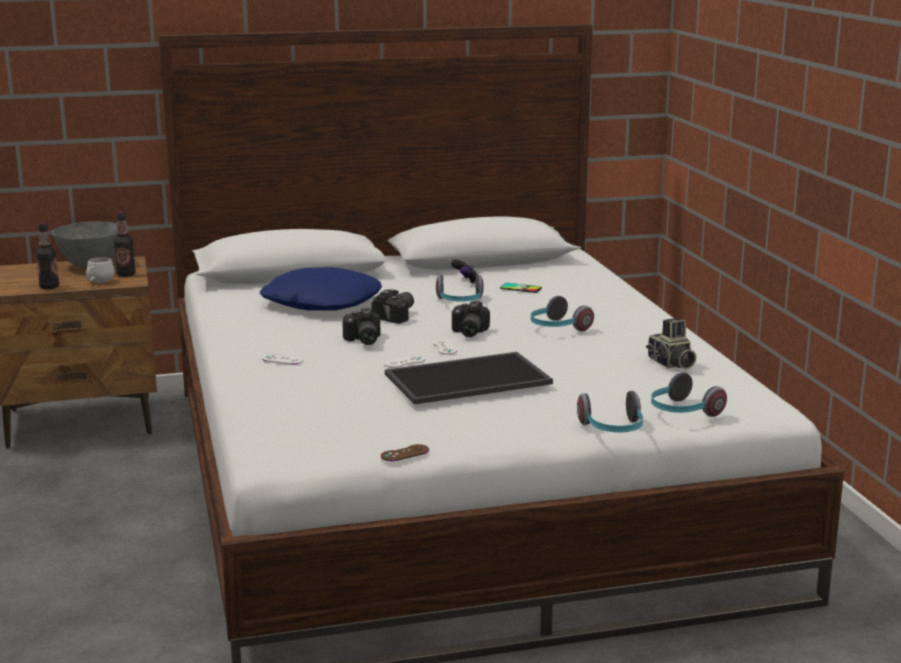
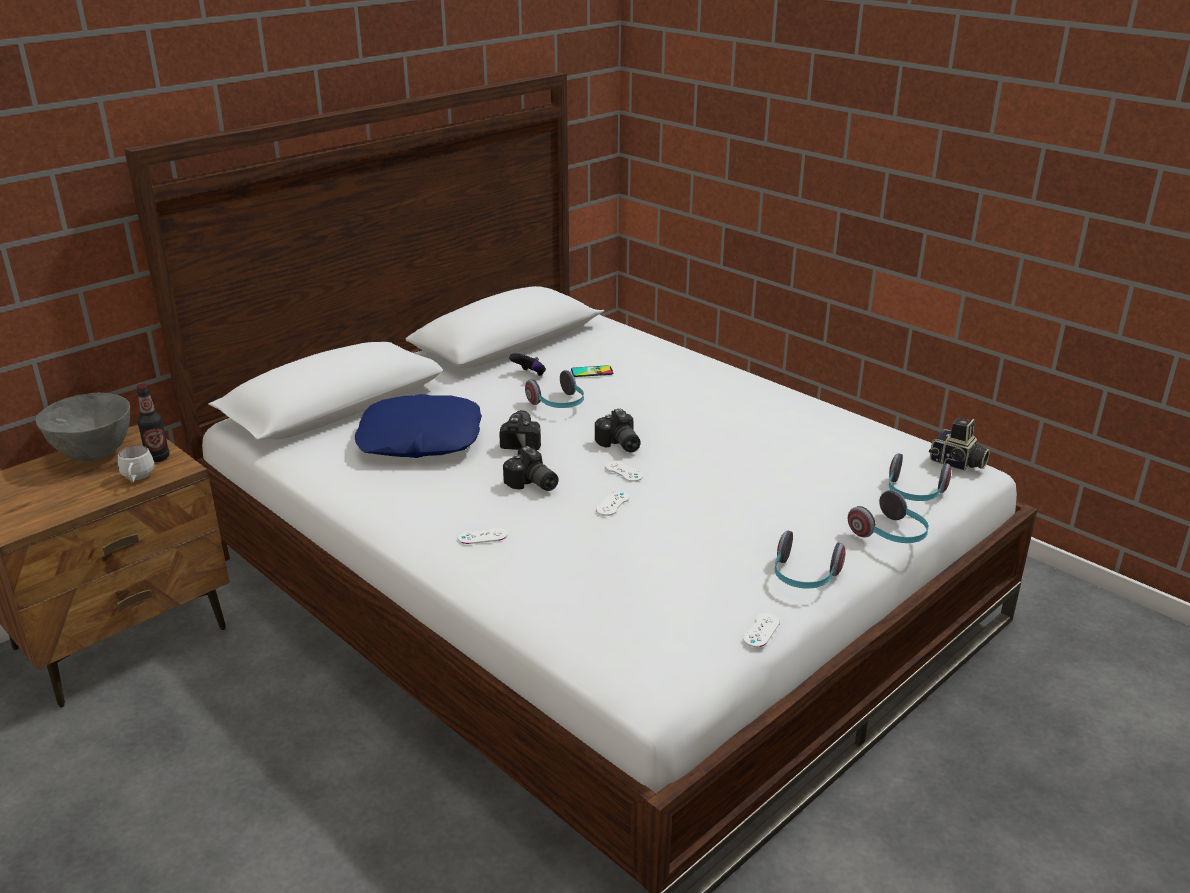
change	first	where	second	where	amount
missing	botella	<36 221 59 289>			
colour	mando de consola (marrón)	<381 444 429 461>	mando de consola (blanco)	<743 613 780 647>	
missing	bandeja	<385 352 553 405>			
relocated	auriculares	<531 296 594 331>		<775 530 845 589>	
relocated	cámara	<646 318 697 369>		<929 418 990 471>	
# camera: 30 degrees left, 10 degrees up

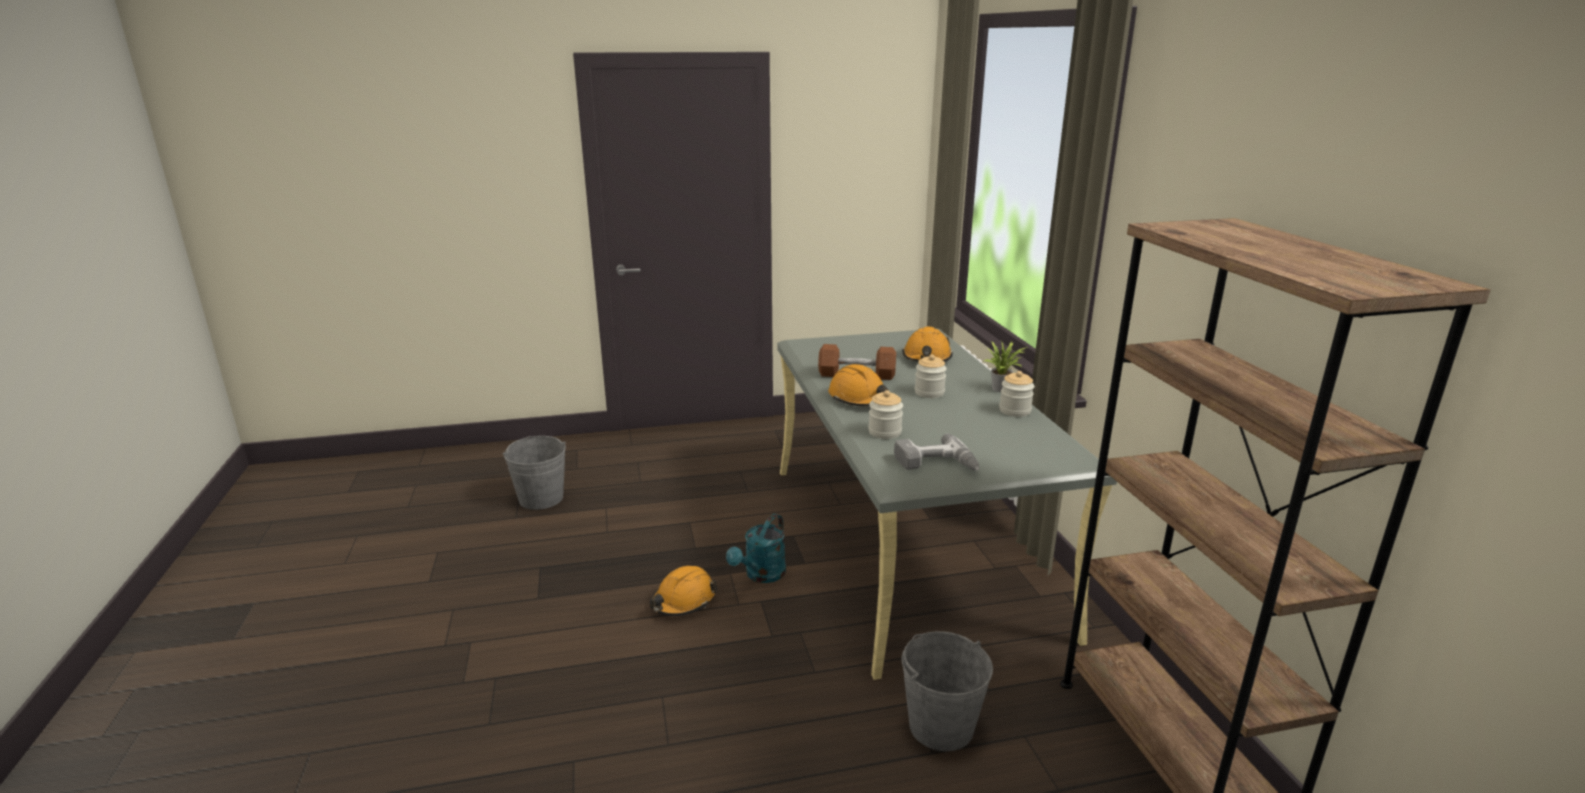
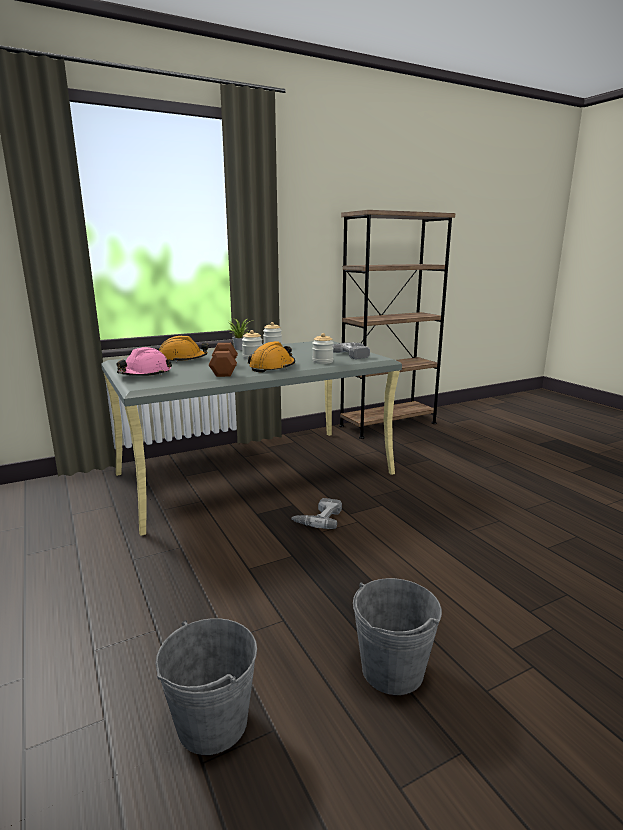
change	first	where	second	where	amount
missing	casco (naranja)	<650 566 717 616>			
exchanged	regadera (turquesa)	<726 514 786 583>	taladro	<291 498 342 529>	
relocated	cubo (gris)	<902 631 993 751>		<353 578 442 695>	
appeared			casco (rosa)	<117 347 172 376>	
# camera: 105 degrees left, 5 degrees down

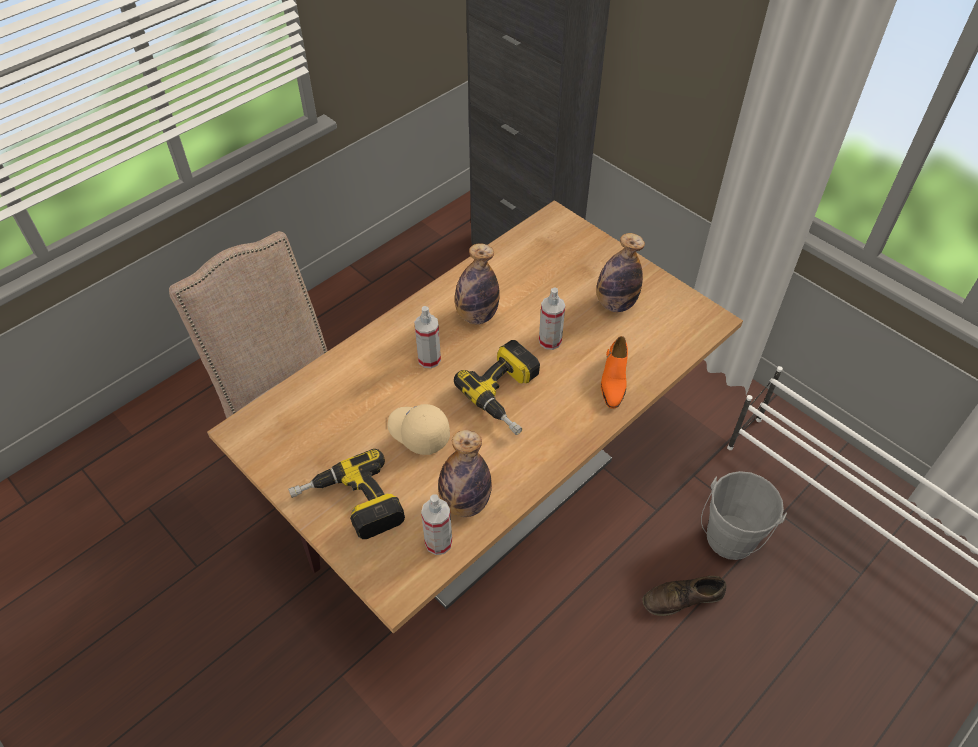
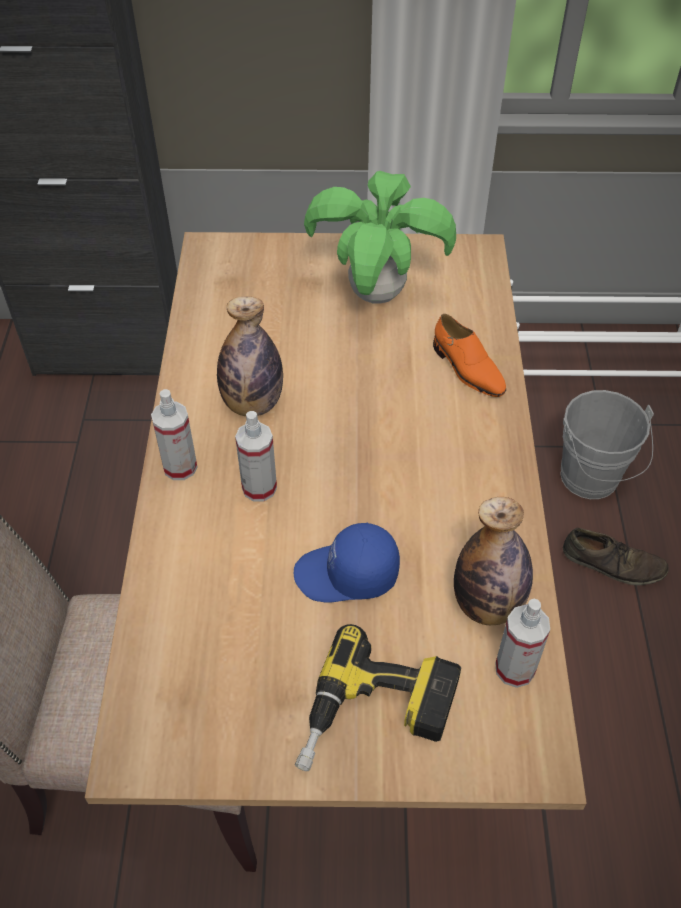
change	first	where	second	where	amount
colour	gorra (beis)	<387 404 450 455>	gorra (azul)	<294 523 400 603>	
missing	taladro	<454 340 540 435>			
relocated	pulverizador	<539 288 565 350>		<151 389 197 480>	
exchanged	botella	<596 233 645 312>	planta en maceta	<304 171 456 303>	
spun	zapato (marrón)	<642 576 726 616>		<563 528 669 585>	105 degrees counterclockwise
# camera: 45 degrees left, 0 degrees up

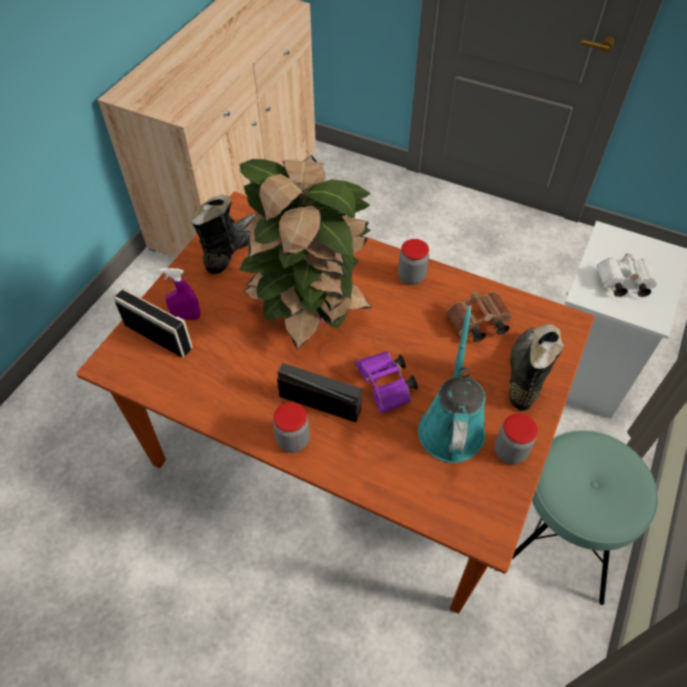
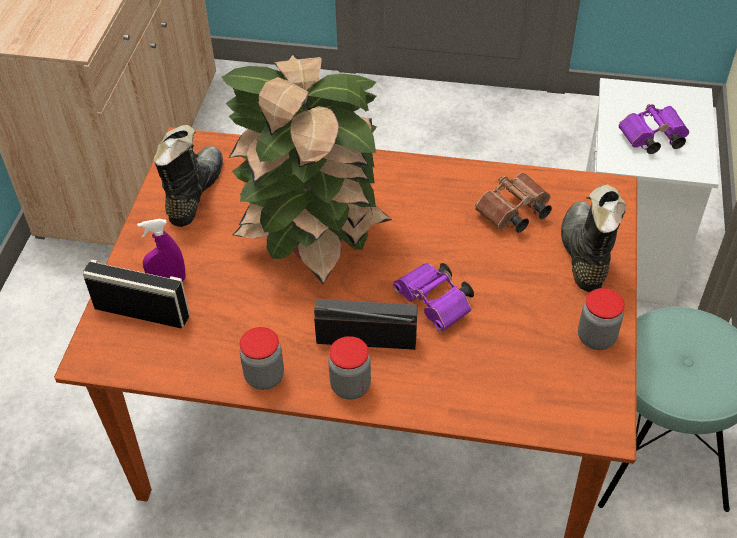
change	first	where	second	where	amount
relocated	tarro	<398 239 429 285>		<240 327 284 390>	
missing	regadera (turquesa)	<418 305 486 463>			
colour	prismáticos (blanco)	<597 254 657 297>	prismáticos (morado)	<619 104 689 154>	
# camera: 15 degrees left, 5 degrees down

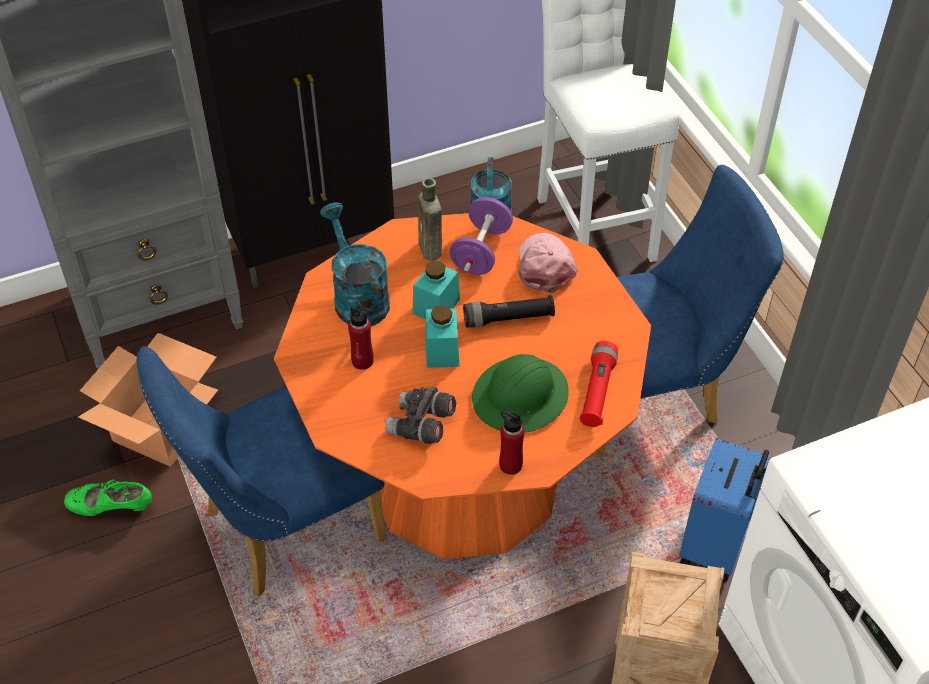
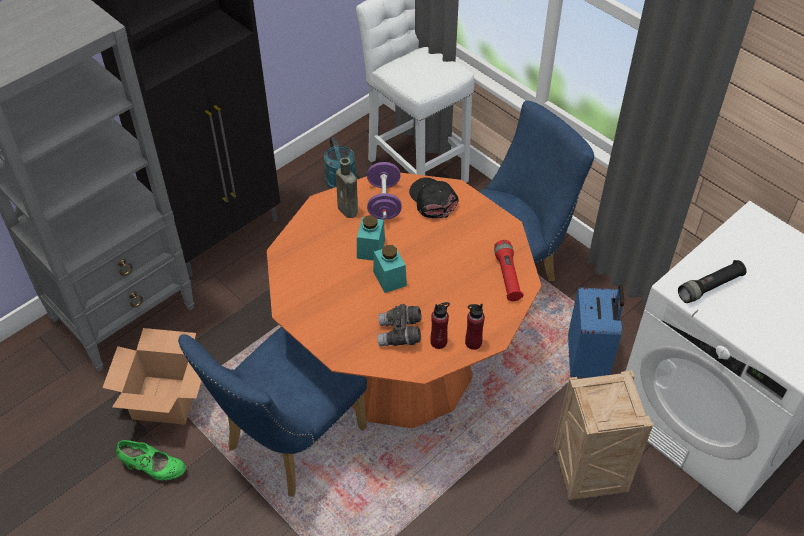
change	first	where	second	where	amount
spun	zapato (verde)	<64 479 152 516>		<116 440 186 480>	150 degrees counterclockwise
missing	regadera (turquesa)	<320 203 390 326>			
relocated	botella (rojo)	<348 306 374 370>		<430 302 450 349>	
relocated	linterna (negro)	<463 295 555 328>		<678 260 746 303>	
missing	casco (verde)	<472 354 569 433>			
colour	gorra (rosa)	<518 233 578 293>	gorra (negro)	<409 177 459 219>	
# camera: 20 degrees left, 0 degrees up

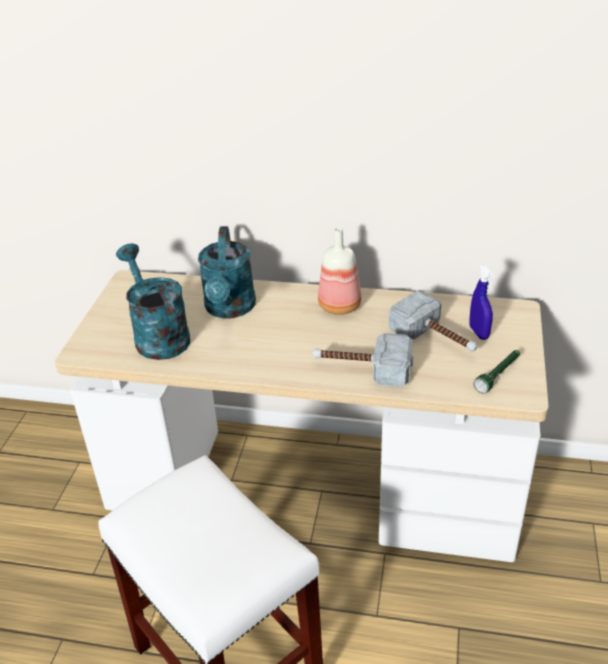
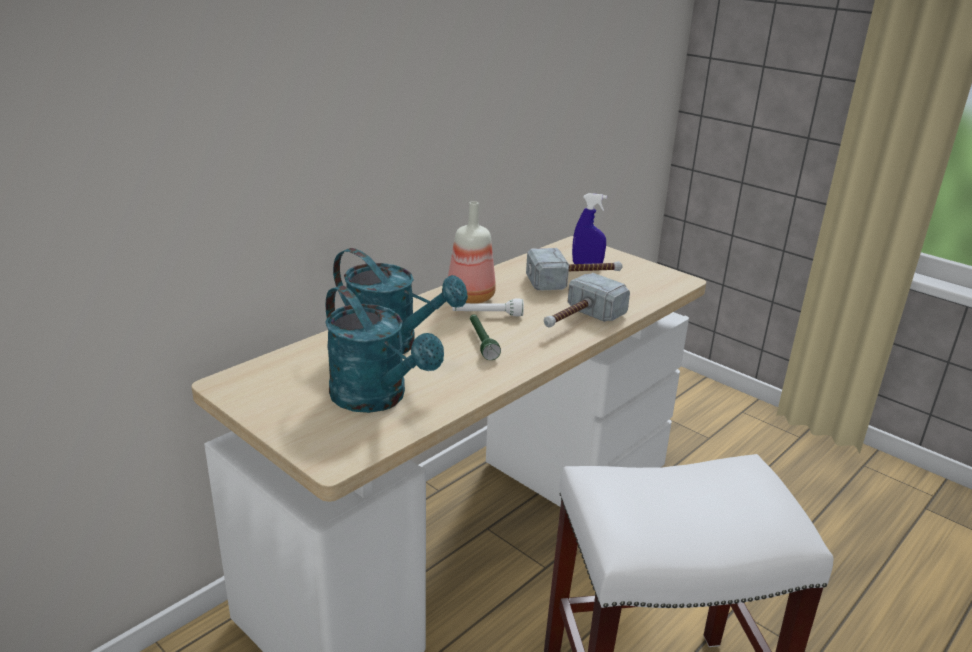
change	first	where	second	where	amount
spun	regadera (turquesa)	<116 243 190 360>		<325 285 444 413>	135 degrees counterclockwise
relocated	linterna (verde)	<474 350 520 393>		<470 315 501 360>	
appeared			linterna (blanco)	<452 299 524 316>	
# camera: 60 degrees left, 10 degrees down

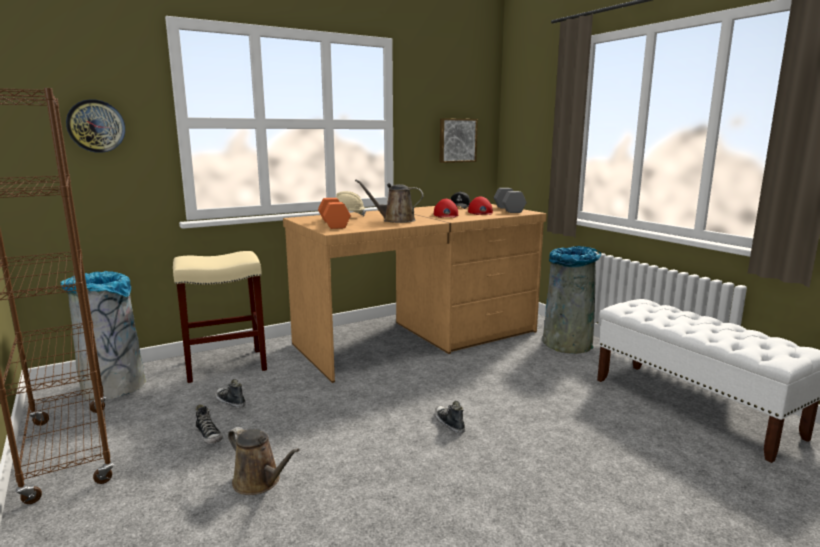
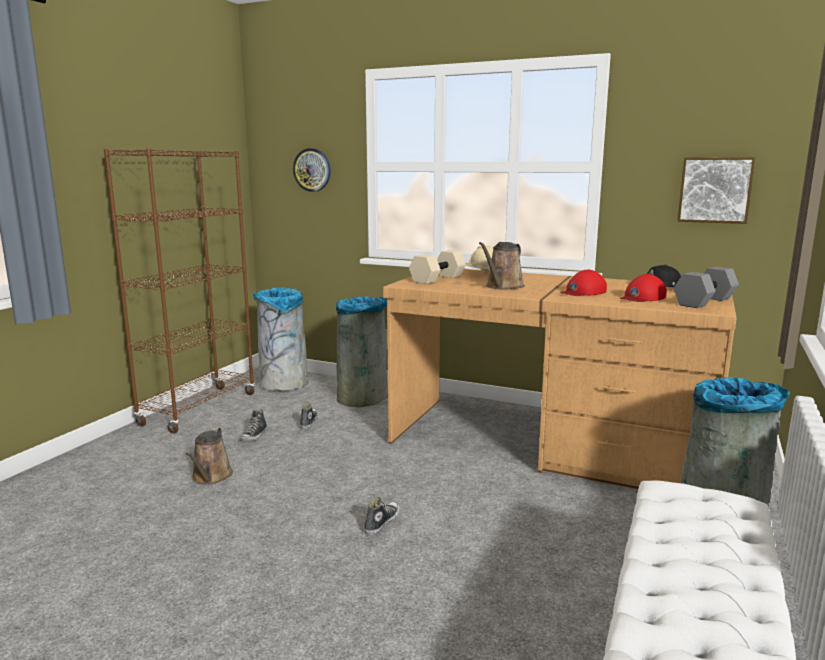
change	first	where	second	where	amount
exchanged	taburete (beis)	<173 251 267 383>	papelera (gris)	<336 297 388 407>	
colour	mancuerna (naranja)	<318 198 351 229>	mancuerna (beis)	<409 250 466 284>	
spun	regadera (marrón)	<355 180 423 223>		<479 242 525 290>	120 degrees counterclockwise
# camera: 55 degrees right, 0 degrees up

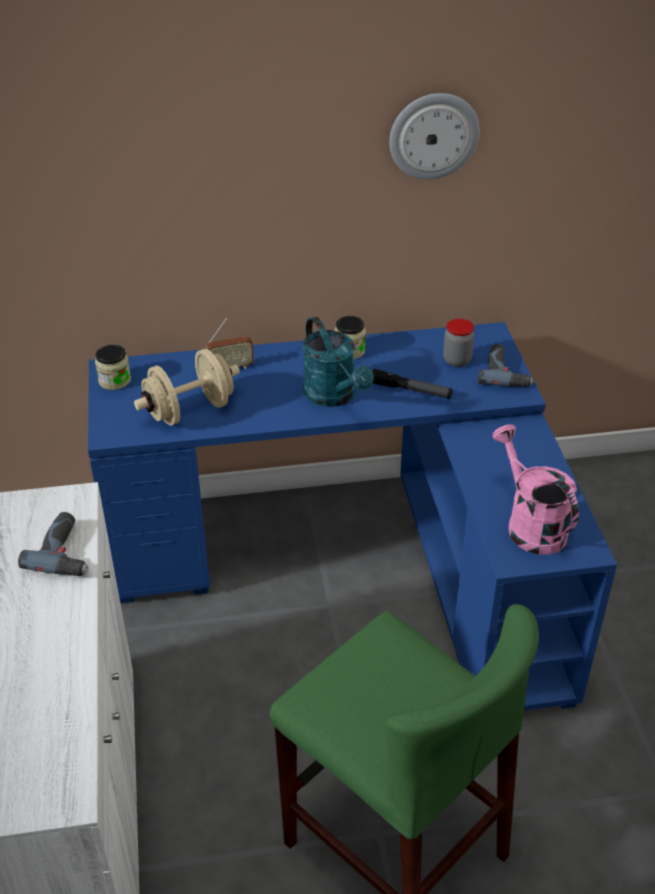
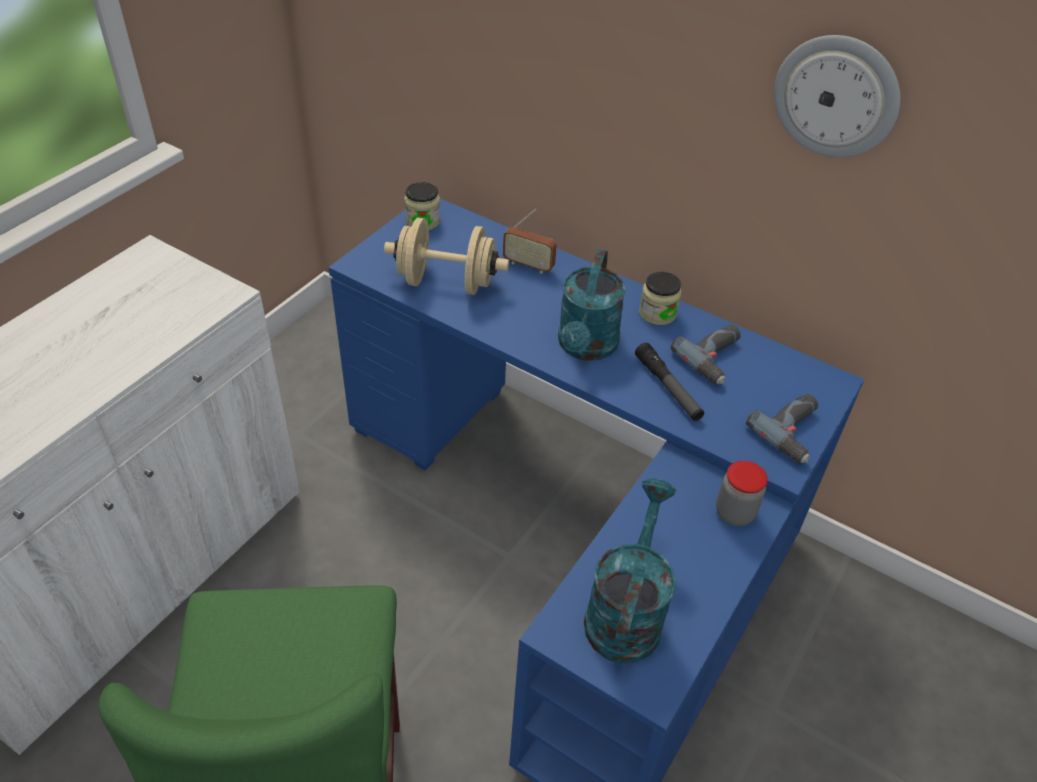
change	first	where	second	where	amount
relocated	taladro	<18 512 89 576>		<670 325 741 384>	
relocated	tarro	<443 319 475 367>		<716 461 768 526>	
colour	regadera (rosa)	<492 424 579 555>	regadera (turquesa)	<584 478 676 663>	
# camera: 40 degrees right, 5 degrees up

